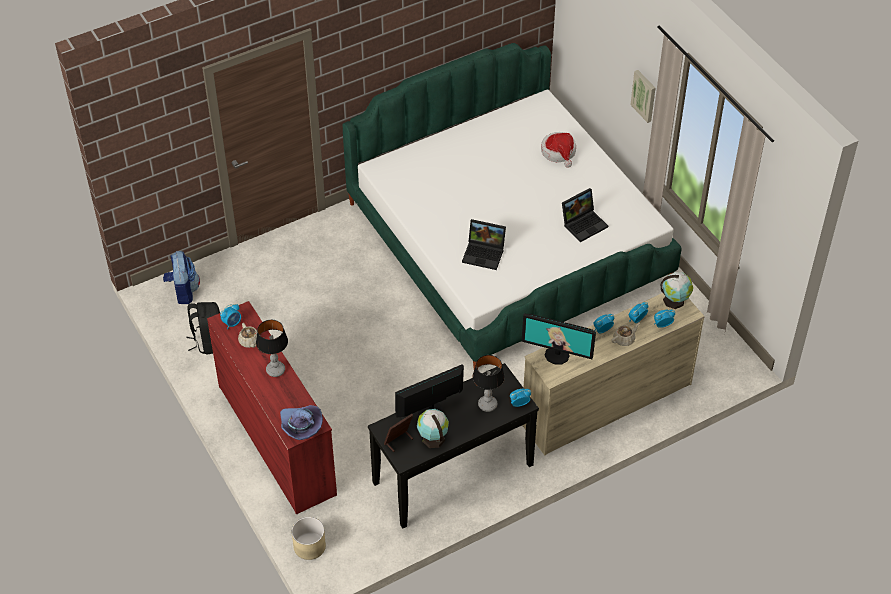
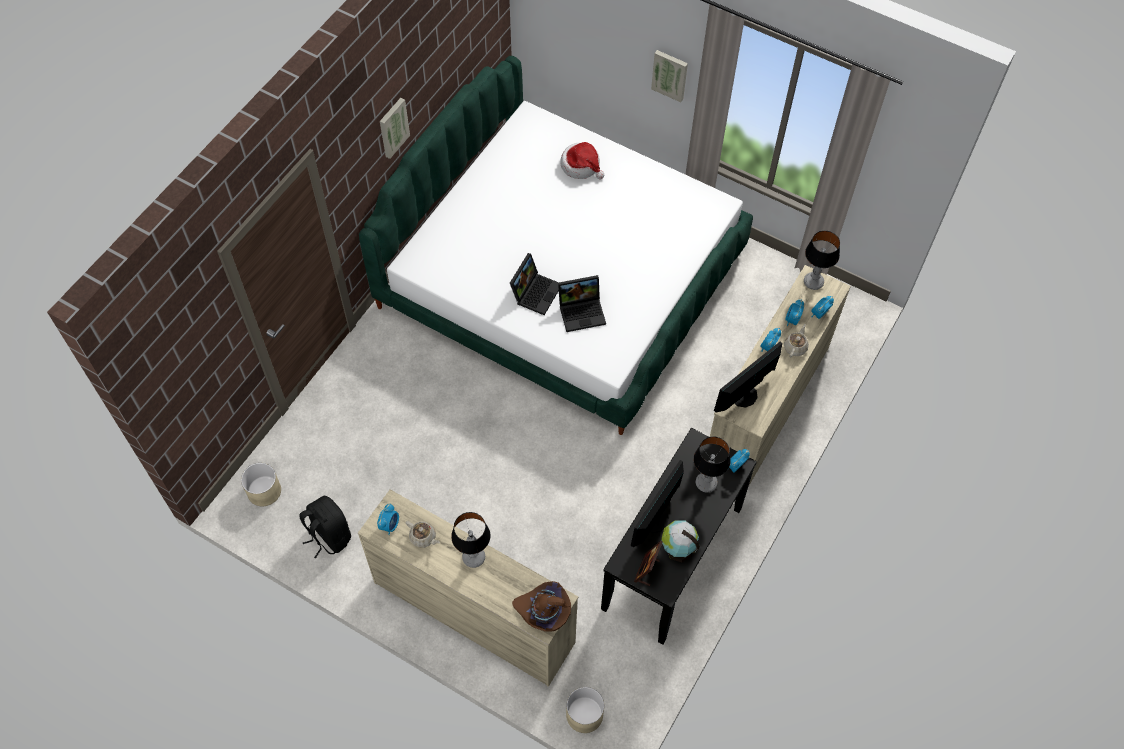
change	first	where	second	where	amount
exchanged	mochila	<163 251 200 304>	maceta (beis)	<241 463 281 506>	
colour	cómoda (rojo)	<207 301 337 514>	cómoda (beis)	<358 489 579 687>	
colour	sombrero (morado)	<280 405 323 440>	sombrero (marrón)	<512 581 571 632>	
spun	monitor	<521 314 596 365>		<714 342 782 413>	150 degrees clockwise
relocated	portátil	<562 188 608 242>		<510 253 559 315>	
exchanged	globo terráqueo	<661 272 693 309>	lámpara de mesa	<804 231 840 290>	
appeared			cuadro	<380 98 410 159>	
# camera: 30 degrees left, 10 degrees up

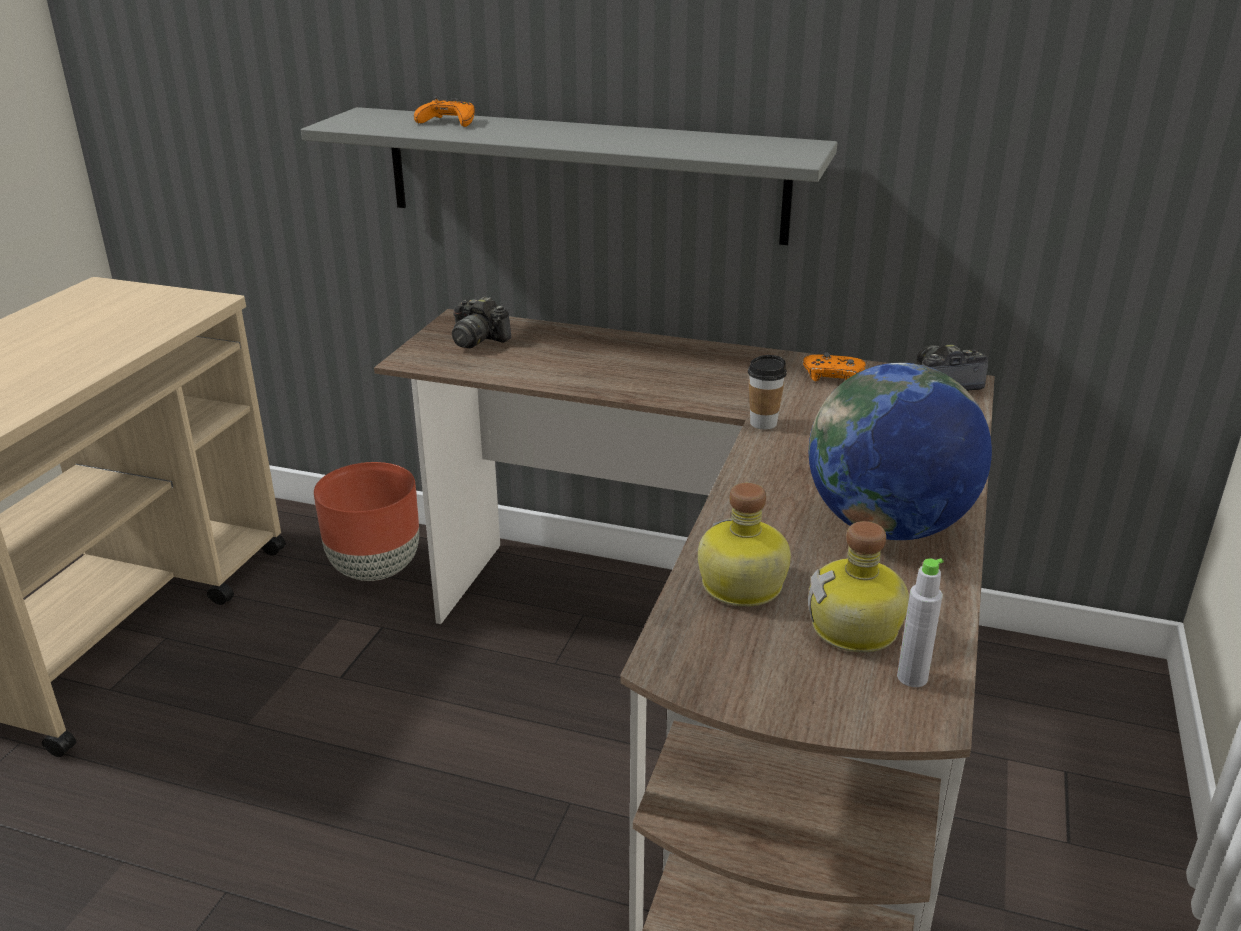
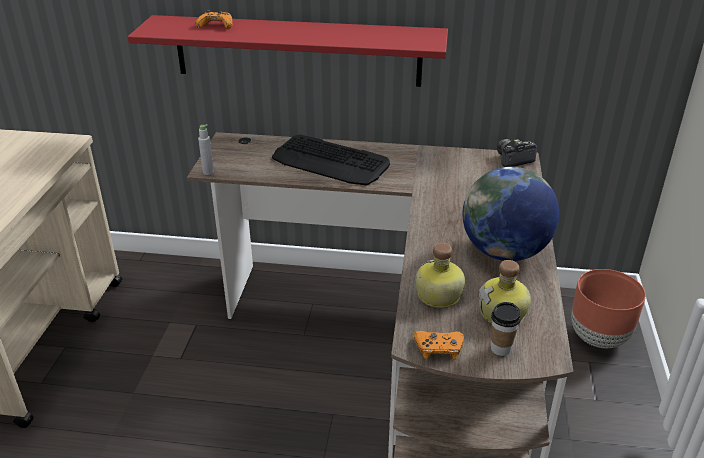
change	first	where	second	where	amount
colour	estante (gris)	<301 107 837 245>	estante (rojo)	<128 15 448 87>	
relocated	maceta (marrón)	<314 462 419 581>		<571 269 646 348>	
missing	cámara	<452 296 511 348>			
relocated	taza	<748 355 787 430>		<491 302 521 356>	
relocated	mando de consola (naranja)	<803 353 866 381>		<414 331 464 359>	
relocated	botella (gris)	<897 558 944 687>		<198 124 214 175>	
appeared			teclado	<272 134 390 185>	
# camera: 10 degrees left, 5 degrees up

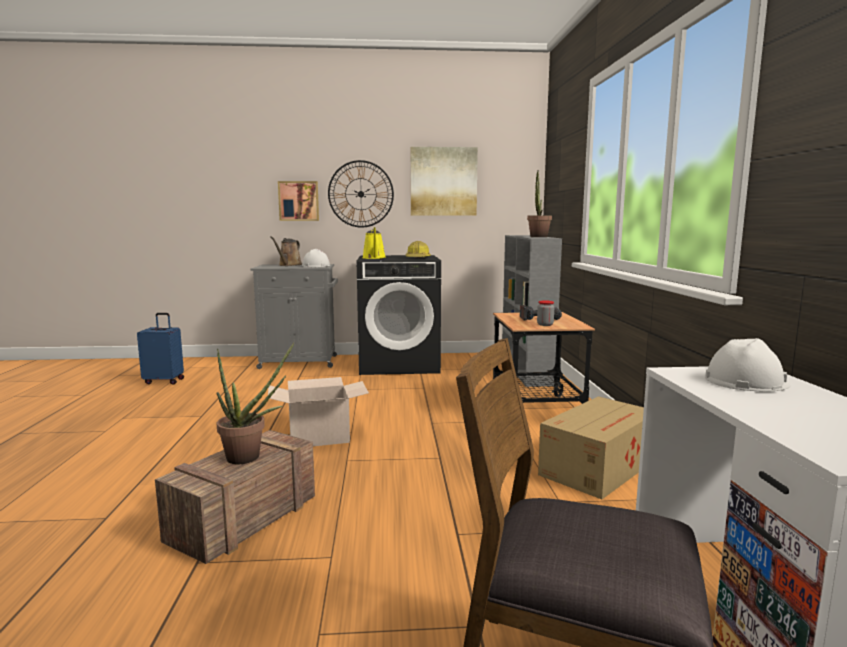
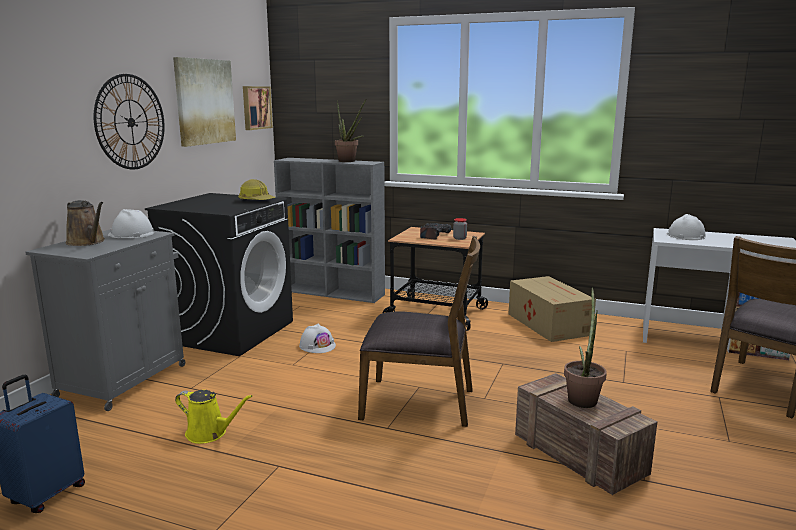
change	first	where	second	where	amount
exchanged	caja de cartón	<268 377 369 446>	silla (marrón)	<358 236 480 427>	
relocated	cuadro	<278 181 319 221>		<243 86 273 130>	
relocated	regadera (amarillo)	<362 227 386 259>		<175 390 253 444>	
appeared			casco (blanco)	<299 324 336 353>	
# camera: 65 degrees left, 5 degrees up

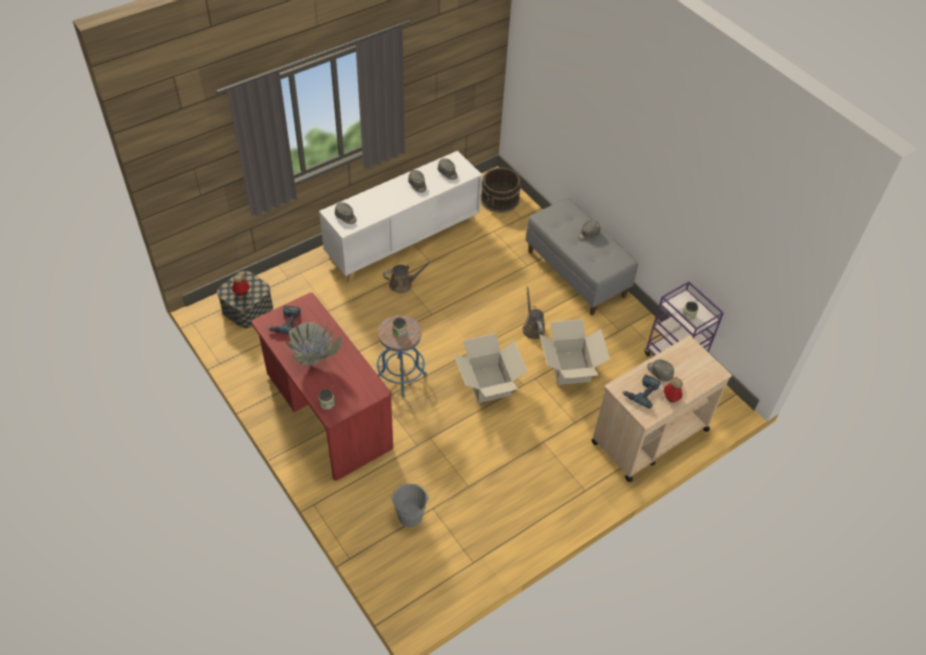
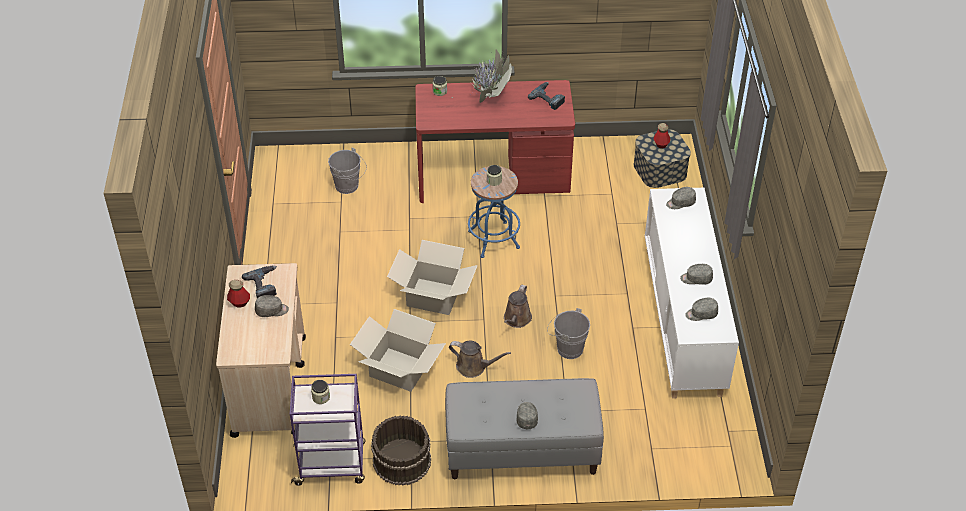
change	first	where	second	where	amount
relocated	regadera (marrón)	<383 261 432 294>		<504 285 532 328>	
relocated	cubo (marrón)	<481 167 521 213>		<371 415 431 486>	
appeared			cubo (gris)	<547 308 590 359>	
# camera: 125 degrees right, 5 degrees down

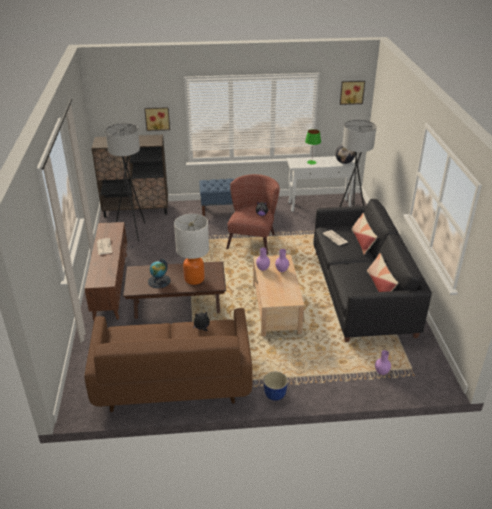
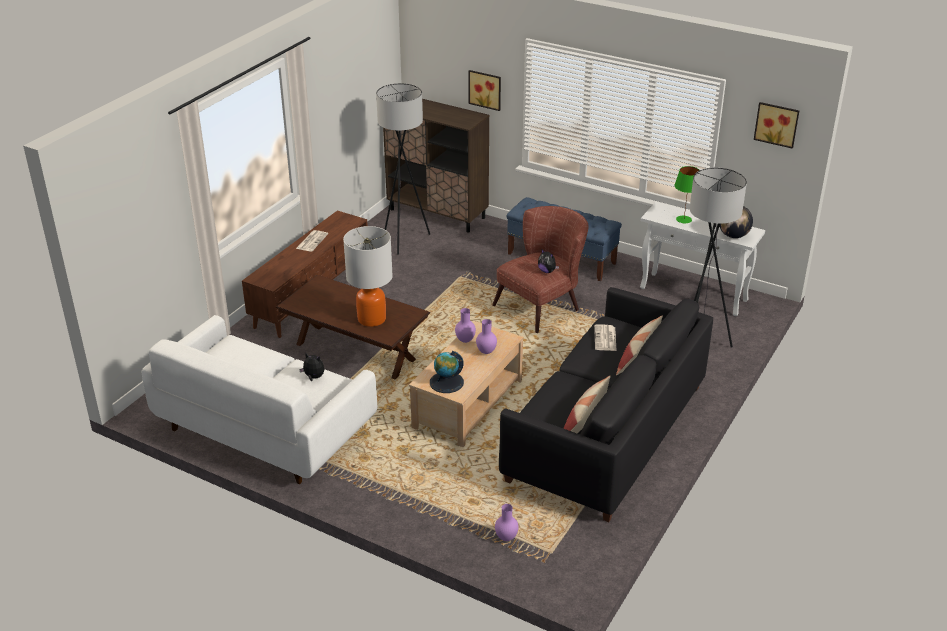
change	first	where	second	where	amount
colour	sofá (marrón)	<84 308 252 412>	sofá (blanco)	<142 315 377 484>	
relocated	globo terráqueo	<148 259 171 288>		<430 351 464 393>	
missing	maceta	<264 372 288 401>			
# camera: 35 degrees right, 0 degrees up

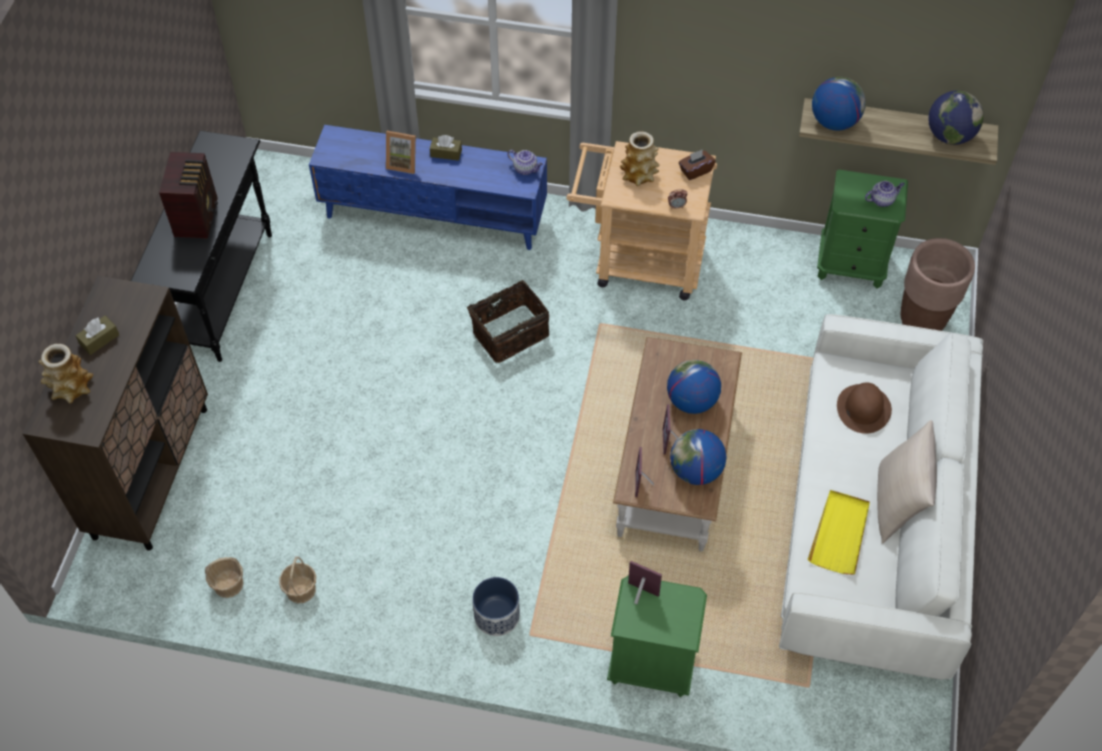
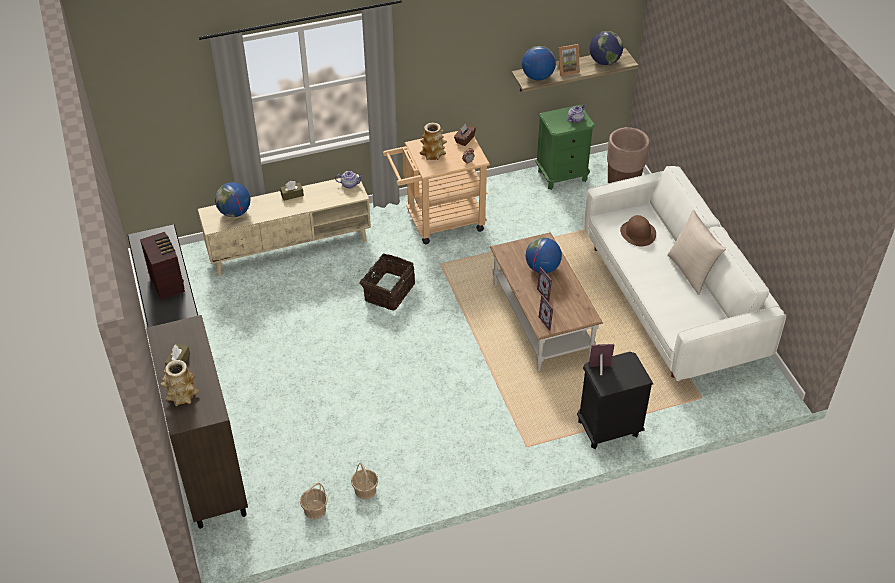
change	first	where	second	where	amount
colour	mueble de televisión (azul)	<309 125 547 250>	mueble de televisión (beis)	<198 174 371 276>	
relocated	portarretratos	<386 131 416 174>		<556 44 580 76>	
missing	maceta	<472 577 520 636>			
colour	mesita de noche (verde)	<607 575 707 697>	mesita de noche (negro)	<577 352 653 449>	
relocated	globo terráqueo	<670 429 726 485>		<215 182 250 217>	
missing	bandeja (amarillo)	<808 490 870 575>			
# camera: 30 degrees left, 10 degrees down

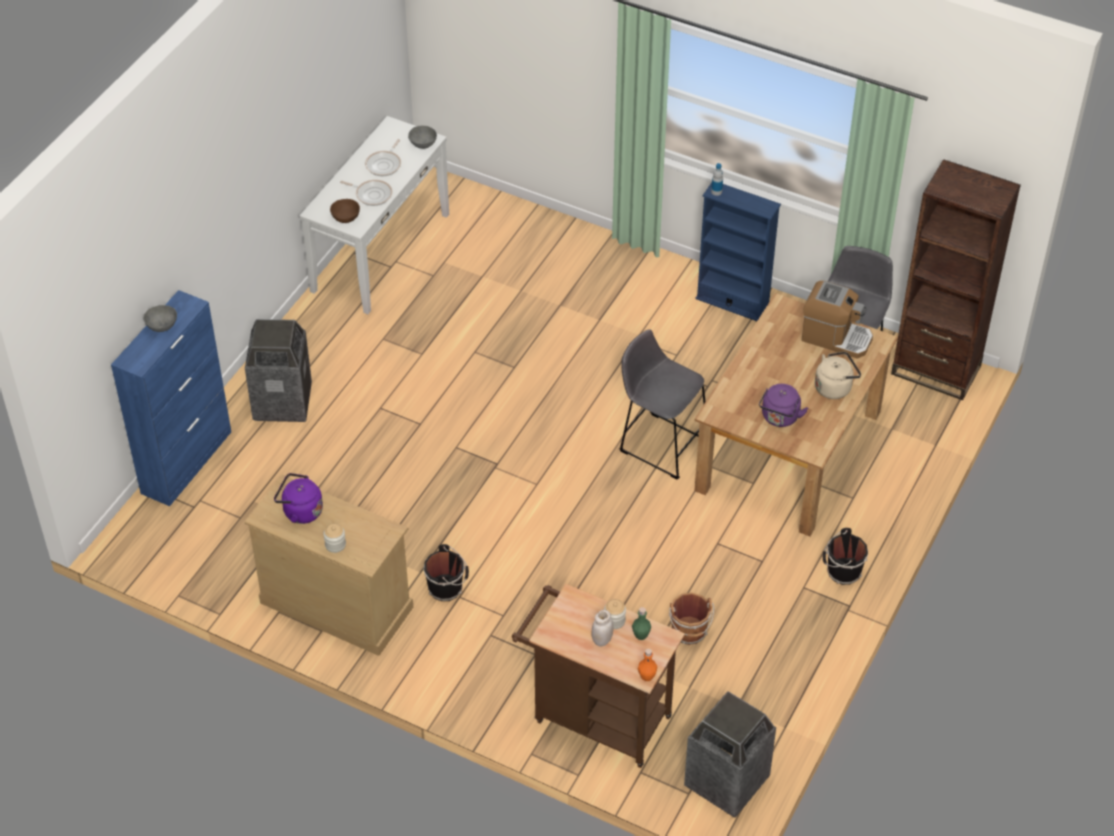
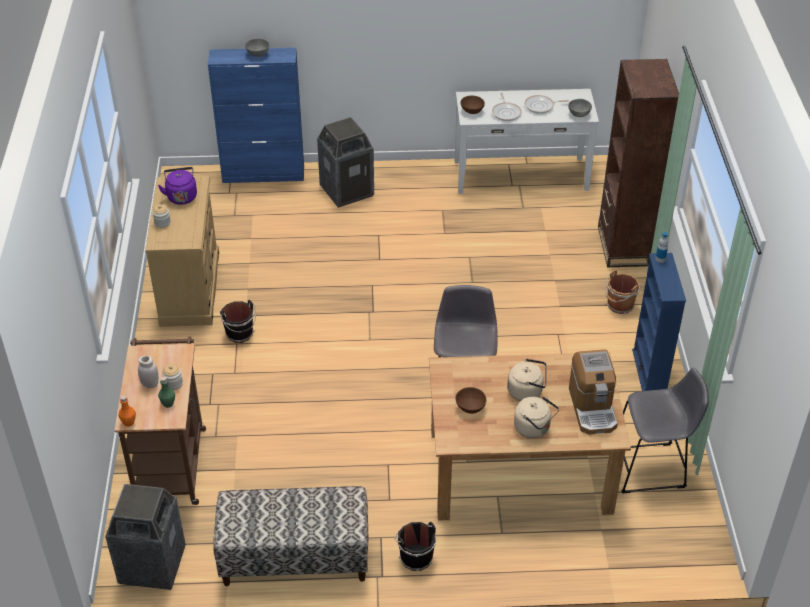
change	first	where	second	where	amount
relocated	cubo (marrón)	<669 592 714 645>		<604 270 640 314>	
exchanged	hervidor (morado)	<759 384 808 427>	cuenco (marrón)	<455 387 487 414>	
relocated	estantería (marrón)	<891 159 1021 400>		<598 59 679 267>	
appeared			banco	<214 486 368 586>	
appeared			hervidor (beis)	<507 359 547 401>	
# camera: 60 degrees right, 5 degrees down

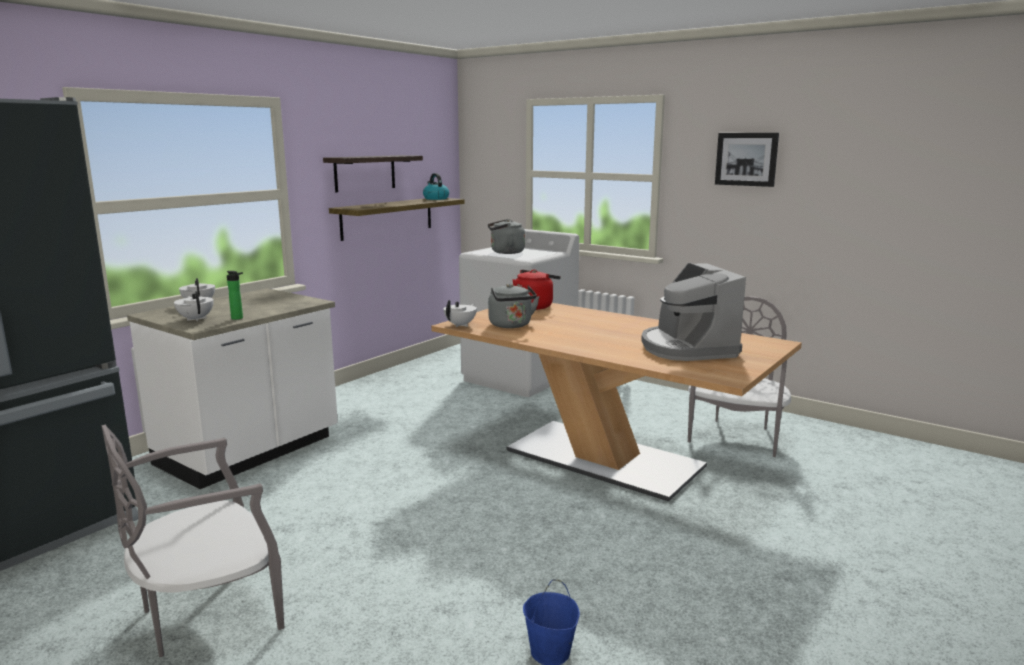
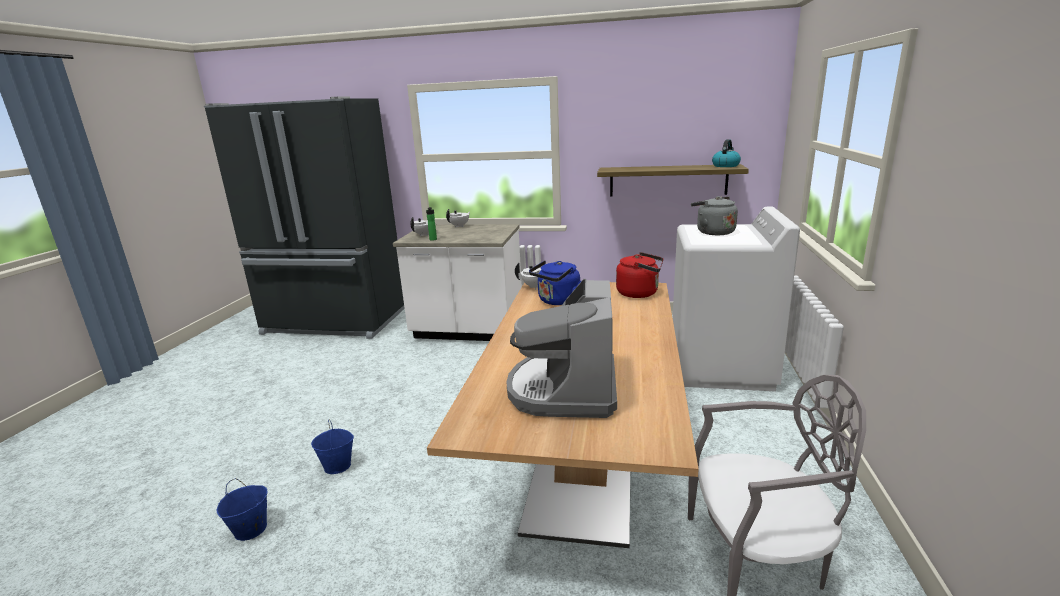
change	first	where	second	where	amount
missing	silla (gris)	<101 425 284 657>			
missing	estante	<323 155 423 192>			
colour	hervidor (gris)	<488 284 539 328>	hervidor (azul)	<529 261 581 305>	
spun	cafetera	<641 263 746 361>		<506 279 617 418>	45 degrees counterclockwise
missing	cuadro	<715 133 779 187>			
appeared			cubo (azul)	<311 419 354 474>	
# camera: 65 degrees right, 5 degrees up

